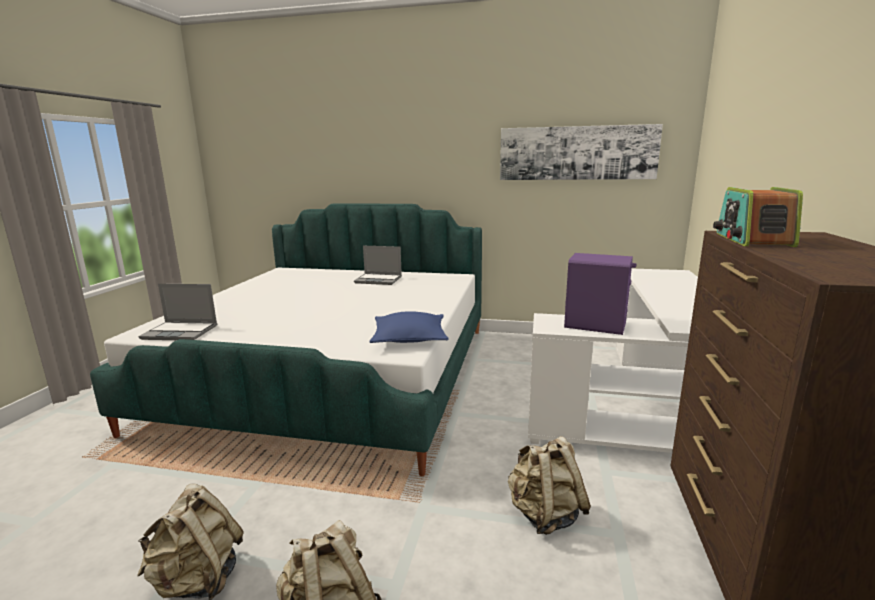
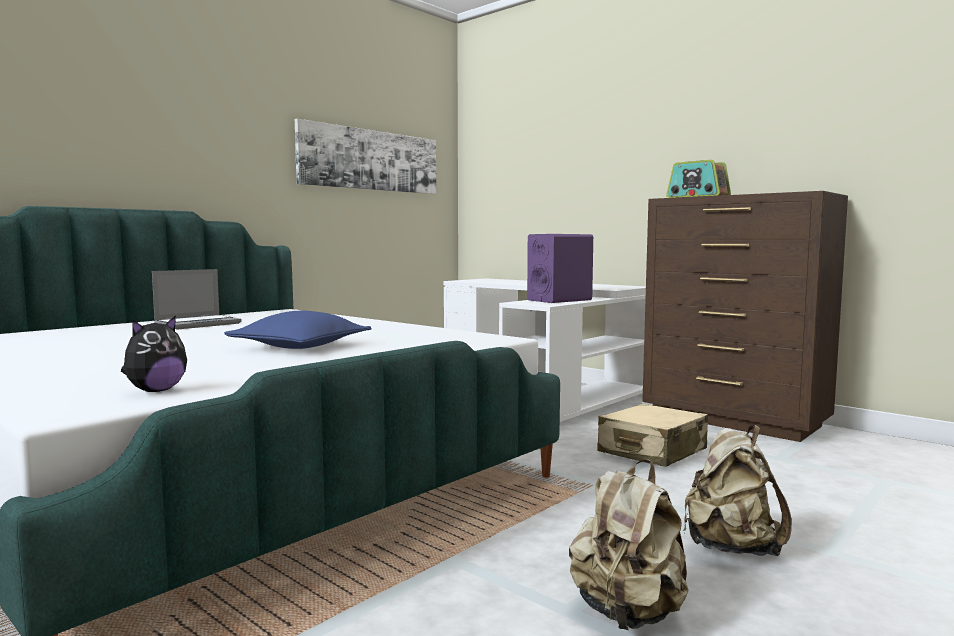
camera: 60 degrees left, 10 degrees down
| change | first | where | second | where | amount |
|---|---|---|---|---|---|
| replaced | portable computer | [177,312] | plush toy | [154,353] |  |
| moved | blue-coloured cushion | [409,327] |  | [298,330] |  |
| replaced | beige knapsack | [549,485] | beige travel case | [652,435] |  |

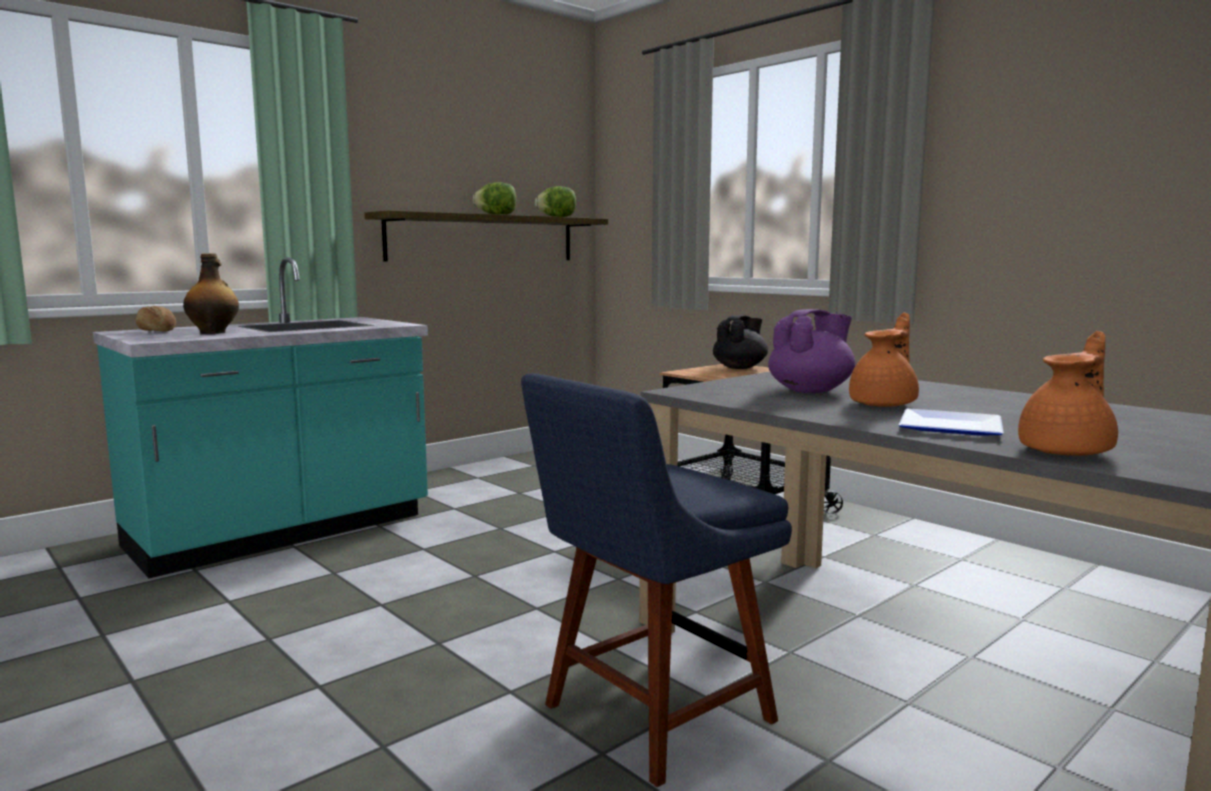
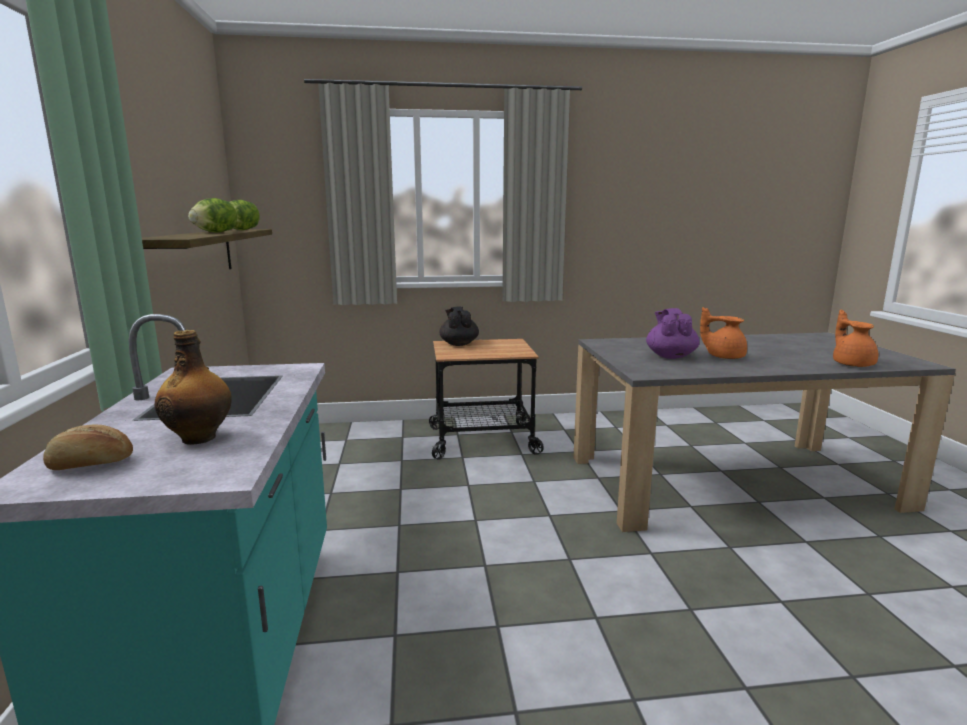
camera: 55 degrees left, 5 degrees up
| change | first | where | second | where | amount |
|---|---|---|---|---|---|
| turned | orange-coloured teapot | [884,359] |  | [723,333] | 45 degrees counterclockwise |
| removed | blue-coloured upright chair | [656,580] |  |  |  |
| removed | flat dish | [951,422] |  |  |  |

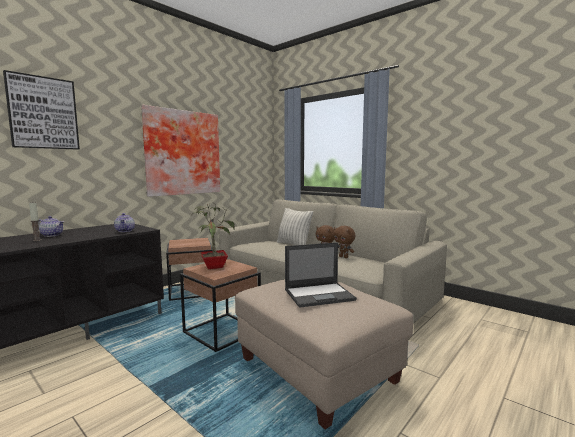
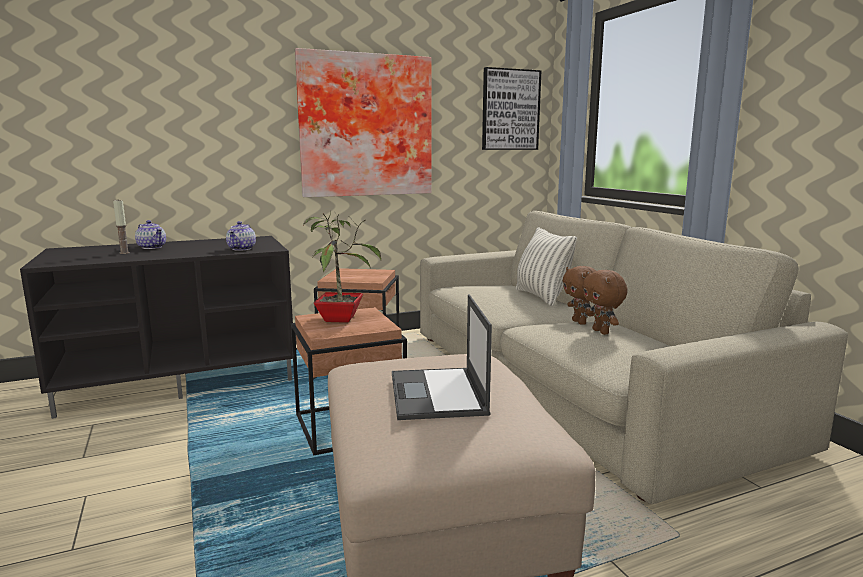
camera: 25 degrees right, 5 degrees up
| change | first | where | second | where | amount |
|---|---|---|---|---|---|
| turned | portable computer | [321,275] |  | [442,357] | 75 degrees clockwise |
| moved | picture | [41,110] |  | [512,108] |  |

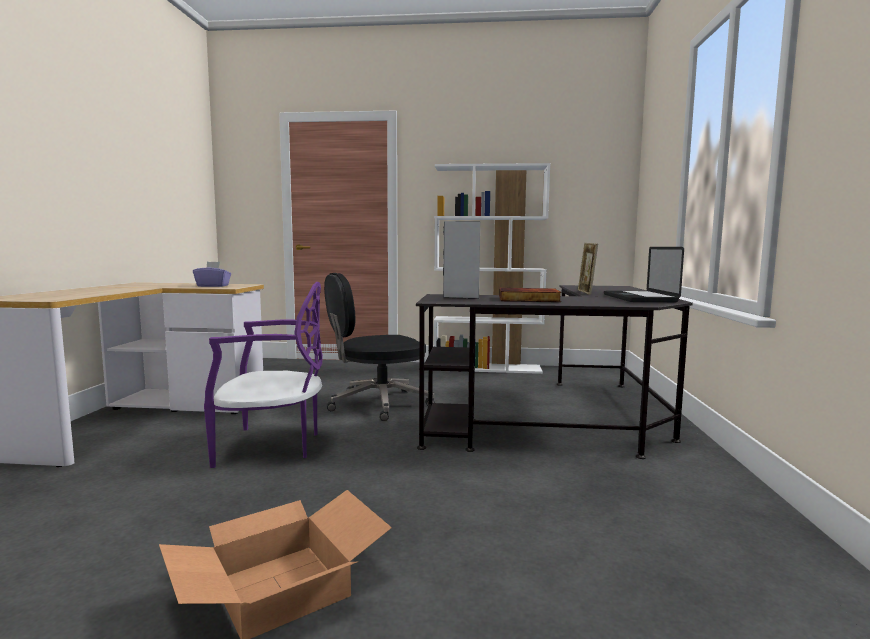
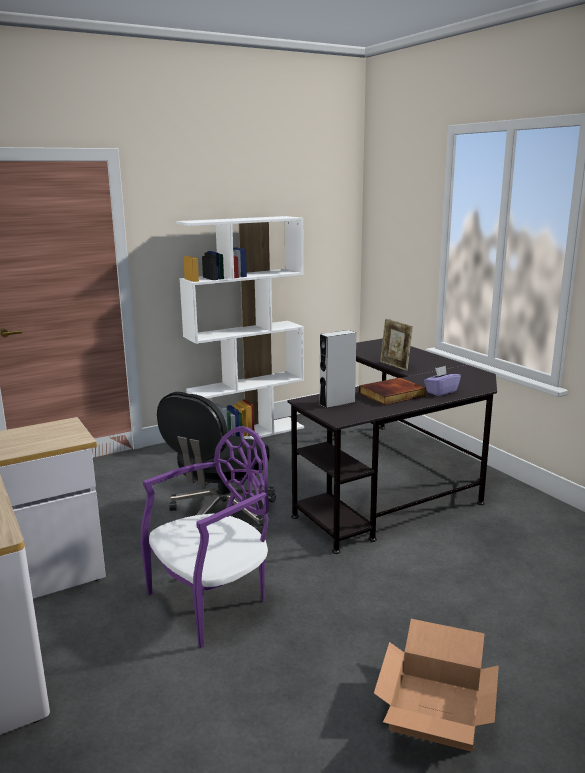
camera: 35 degrees left, 10 degrees up
| change | first | where | second | where | amount |
|---|---|---|---|---|---|
| moved | purplish tissue holder | [212,274] |  | [442,381] |  |
| removed | portable computer | [644,274] |  |  |  |

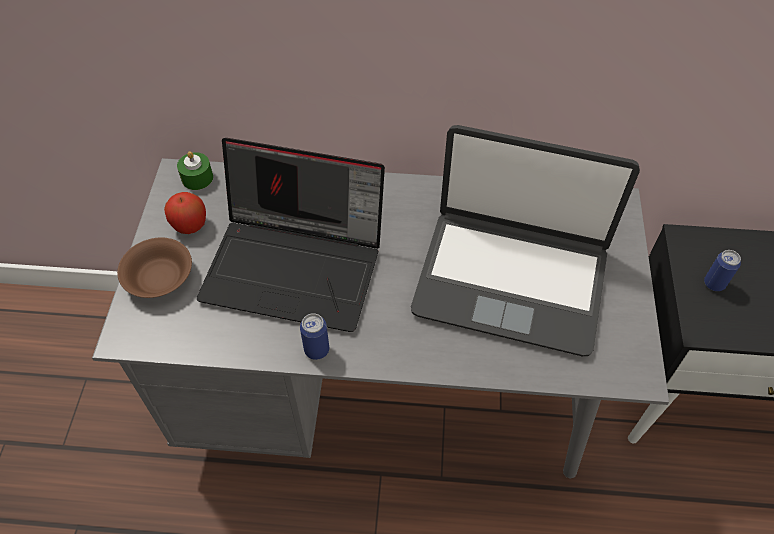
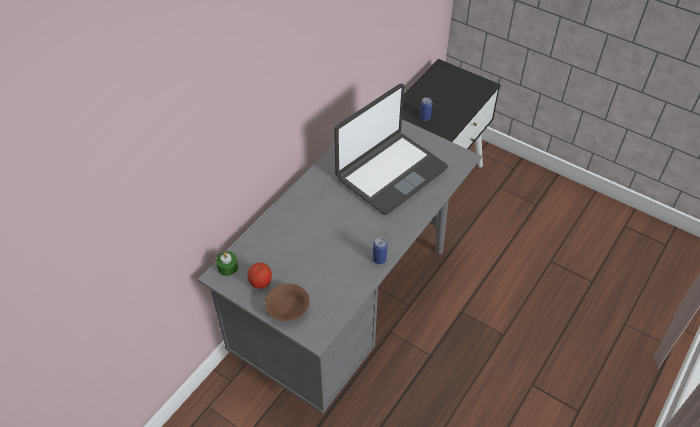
camera: 60 degrees left, 5 degrees down
| change | first | where | second | where | amount |
|---|---|---|---|---|---|
| removed | portable computer | [291,235] |  |  |  |

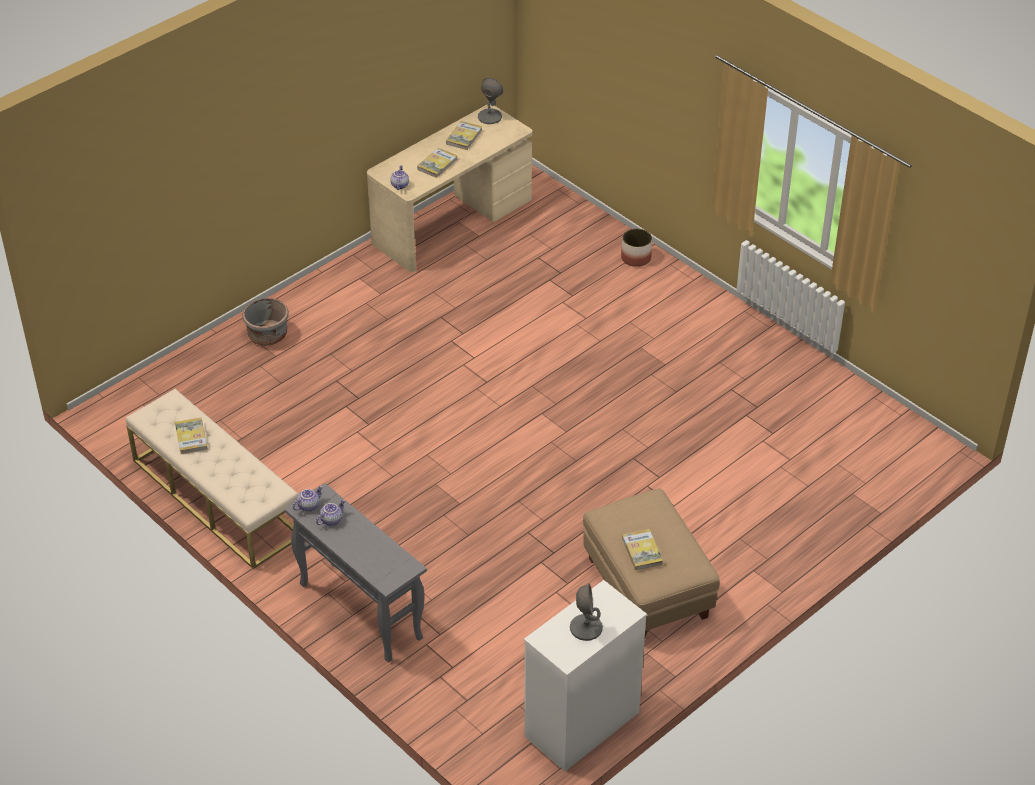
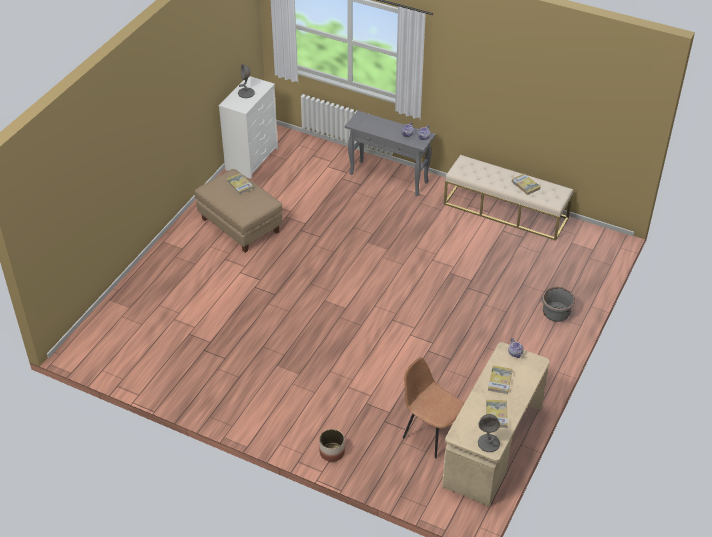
camera: 160 degrees right, 0 degrees up
| change | first | where | second | where | amount |
|---|---|---|---|---|---|
| added |  |  | brown-coloured upright chair | [433,408] |  |

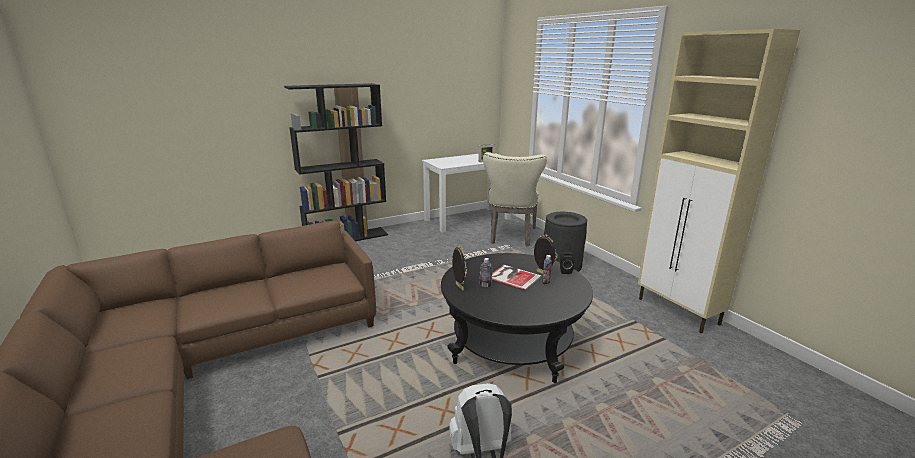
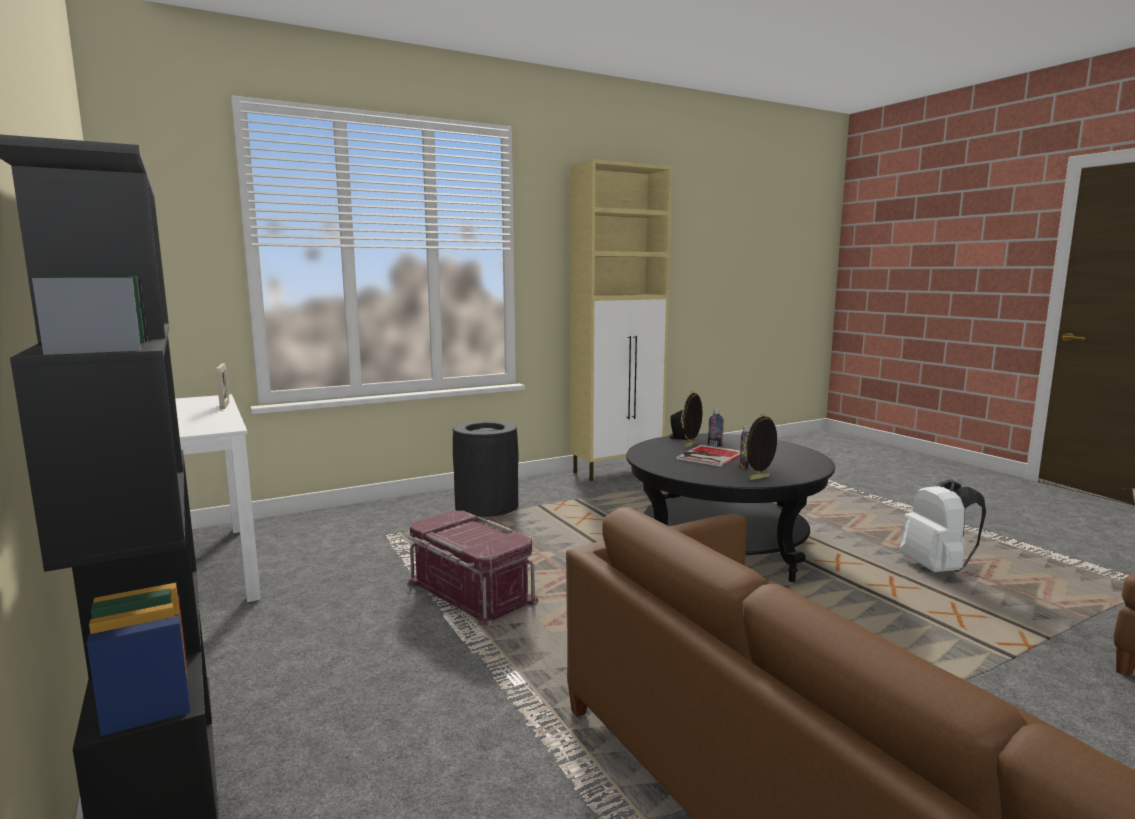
camera: 90 degrees left, 10 degrees down
| change | first | where | second | where | amount |
|---|---|---|---|---|---|
| added |  |  | red storage bin | [472,568] |  |
| removed | beige upright chair | [515,199] |  |  |  |

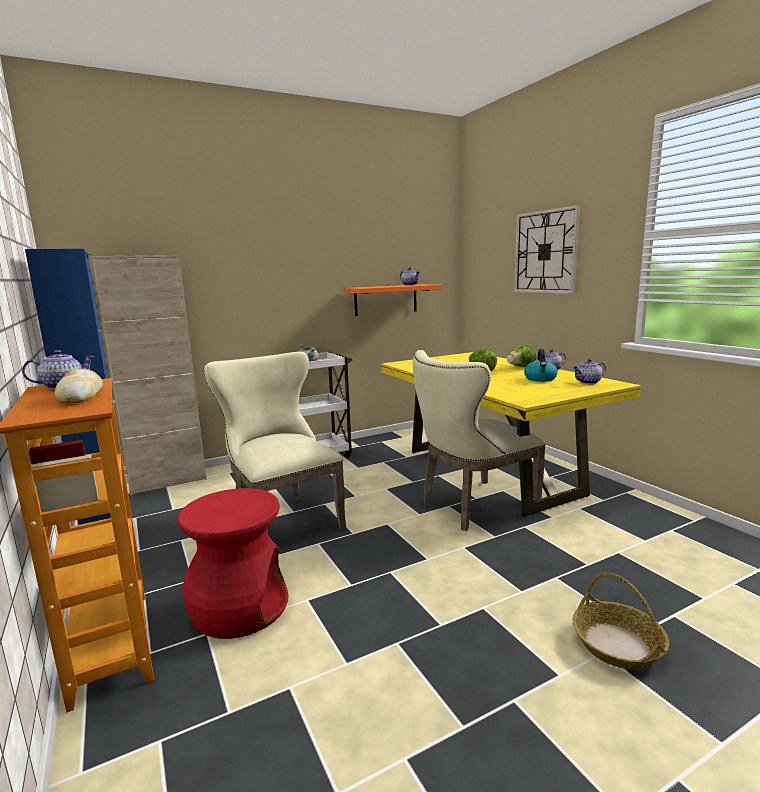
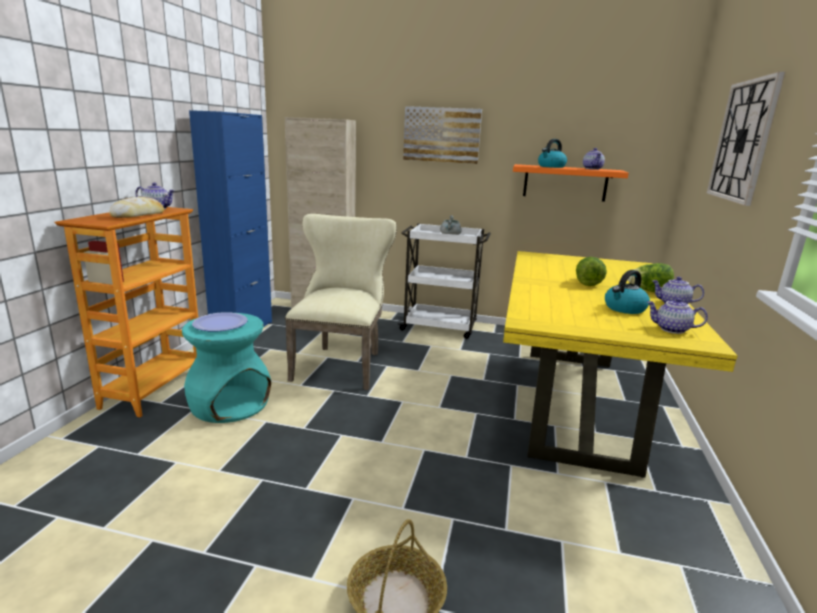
camera: 40 degrees right, 5 degrees up
| change | first | where | second | where | amount |
|---|---|---|---|---|---|
| recoloured | red sitting stool | [233,563] | blue-green sitting stool | [226,368] |  |
| added |  |  | flat dish | [220,322] |  |
| added |  |  | picture | [442,135] |  |
| added |  |  | kettle | [552,153] |  |
| removed | beige upright chair | [479,440] |  |  |  |

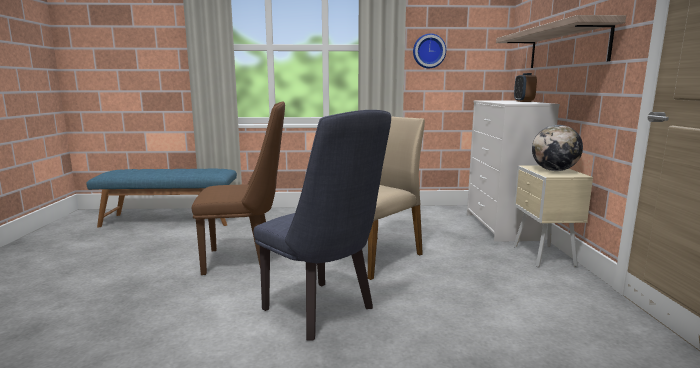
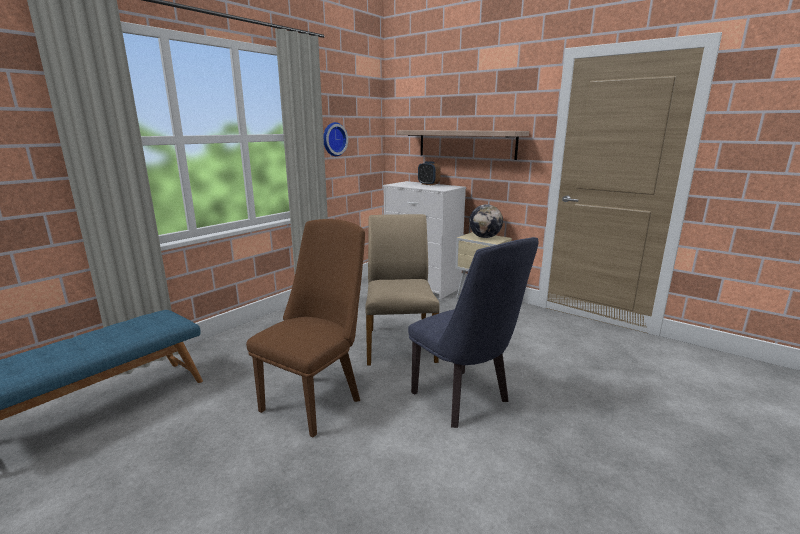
camera: 50 degrees left, 5 degrees up
| change | first | where | second | where | amount |
|---|---|---|---|---|---|
| turned | blue-coloured upright chair | [322,225] |  | [473,332] | 60 degrees clockwise |

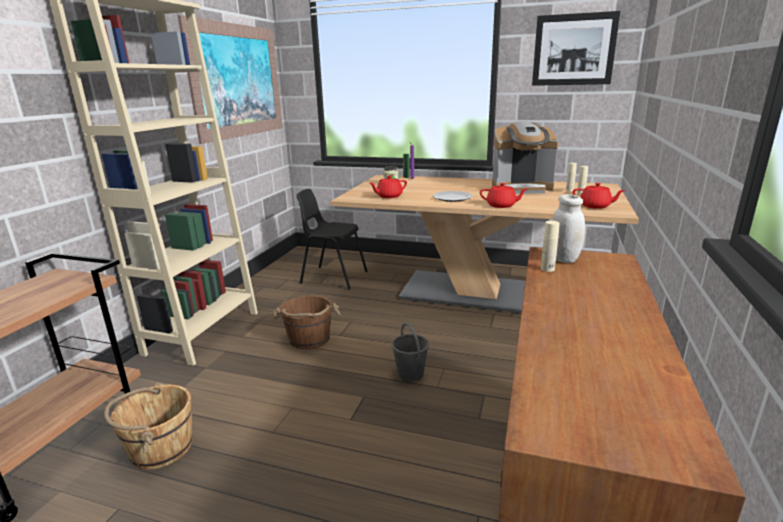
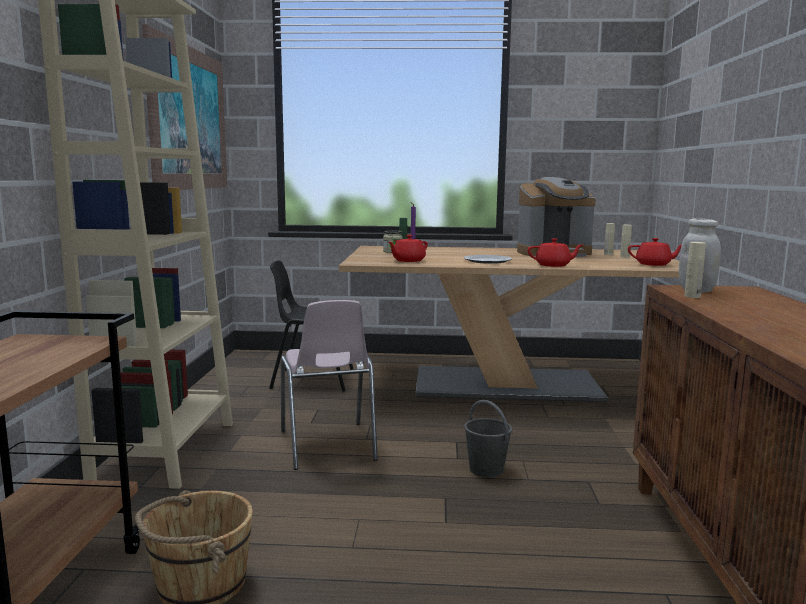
camera: 15 degrees left, 10 degrees down
| change | first | where | second | where | amount |
|---|---|---|---|---|---|
| replaced | brown-coloured pail | [306,322] | pink upright chair | [329,385] |  |
| removed | picture | [576,48] |  |  |  |

